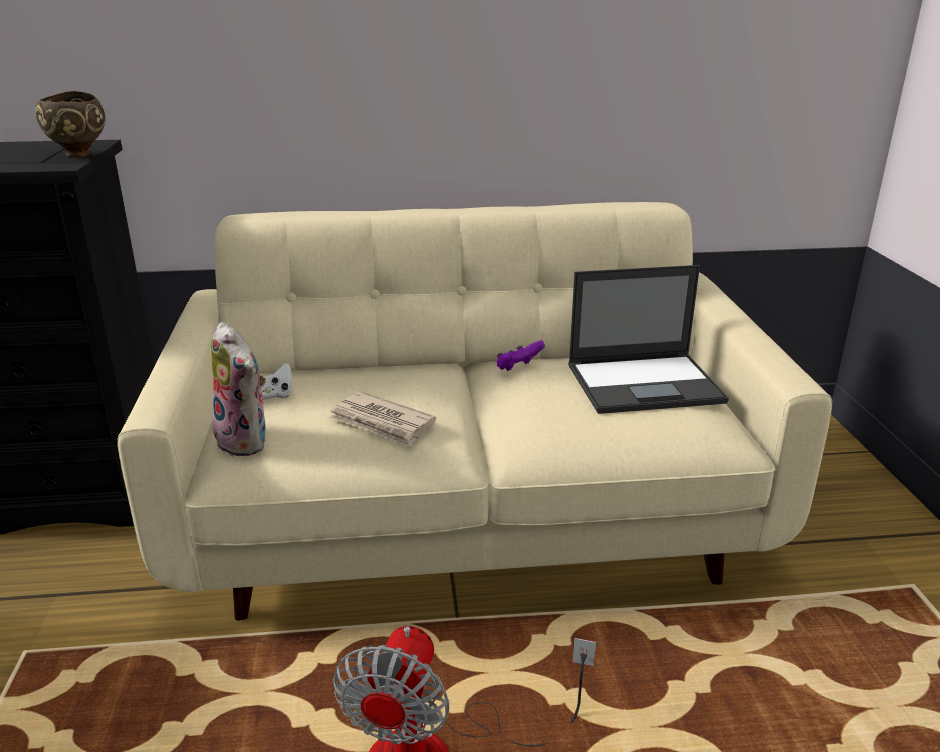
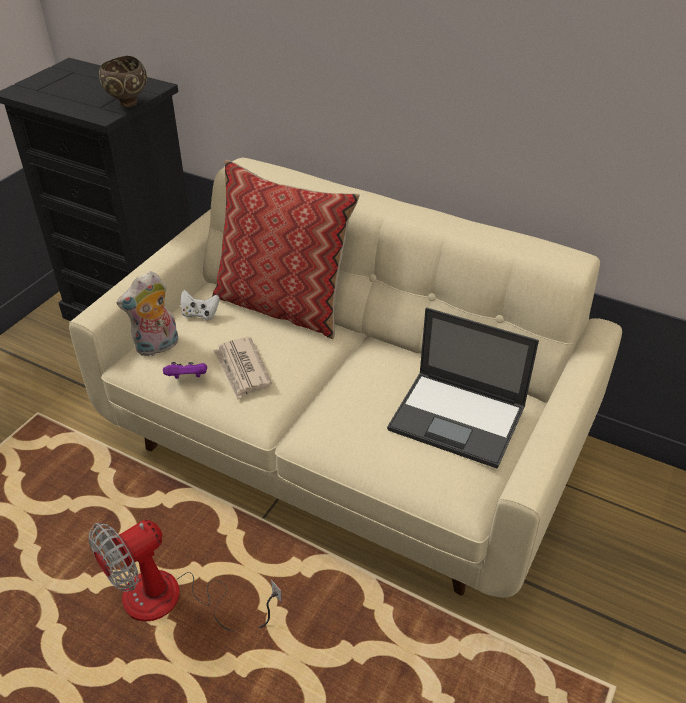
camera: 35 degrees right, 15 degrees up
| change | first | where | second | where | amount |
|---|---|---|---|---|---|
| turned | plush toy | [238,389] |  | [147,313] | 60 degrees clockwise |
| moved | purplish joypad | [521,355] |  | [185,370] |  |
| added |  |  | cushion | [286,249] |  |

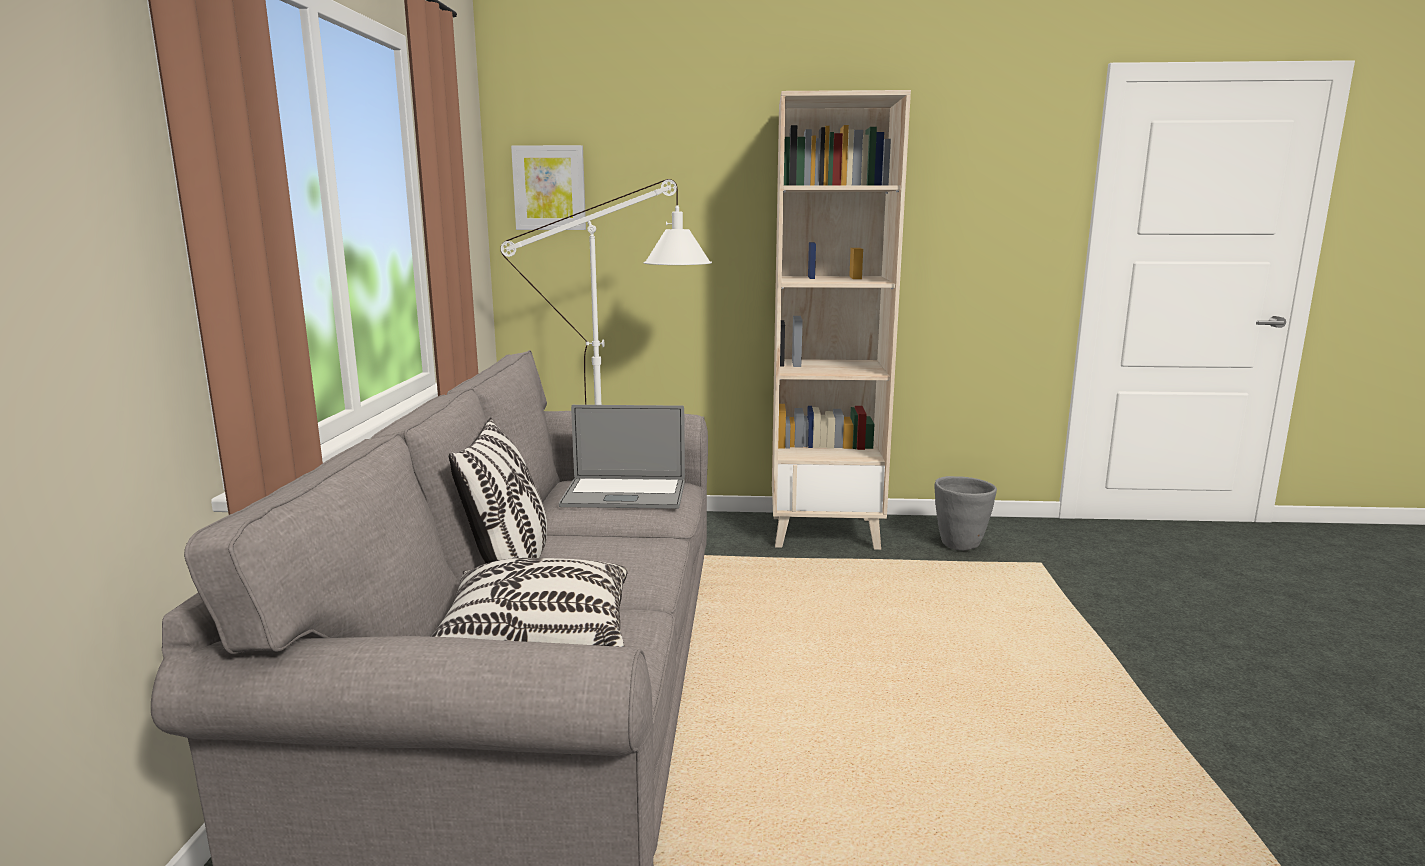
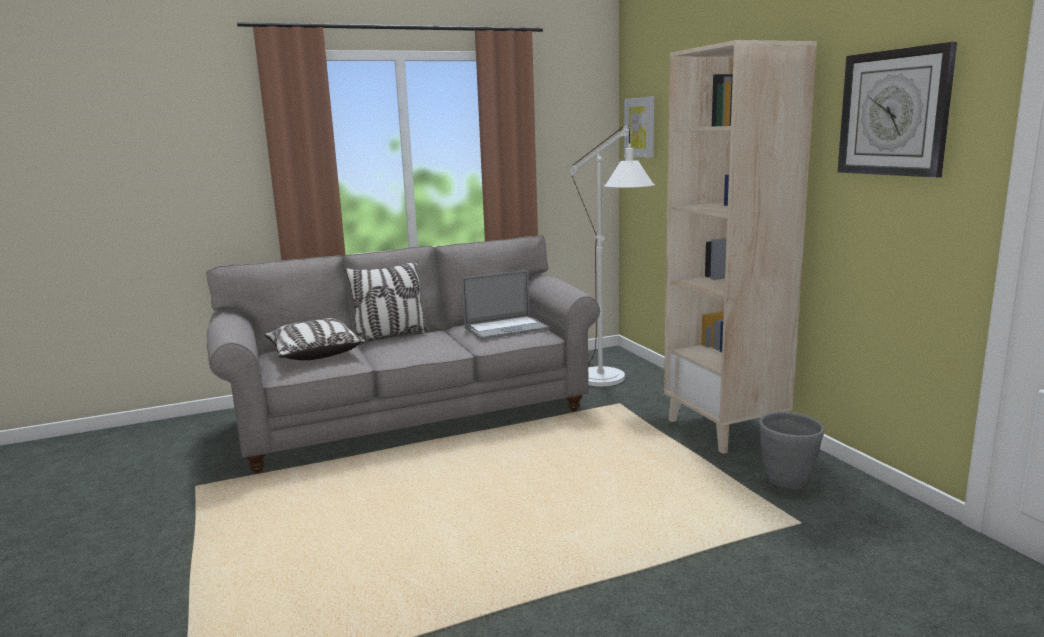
camera: 65 degrees right, 0 degrees up
| change | first | where | second | where | amount |
|---|---|---|---|---|---|
| turned | portable computer | [622,457] |  | [505,305] | 90 degrees counterclockwise |
| added |  |  | hanging clock | [897,110] |  |

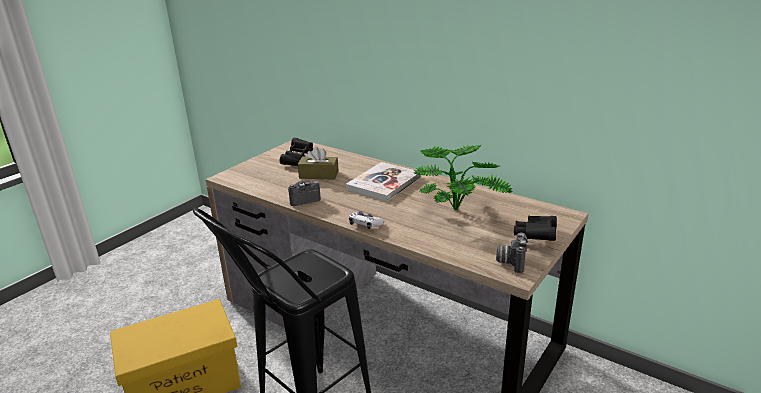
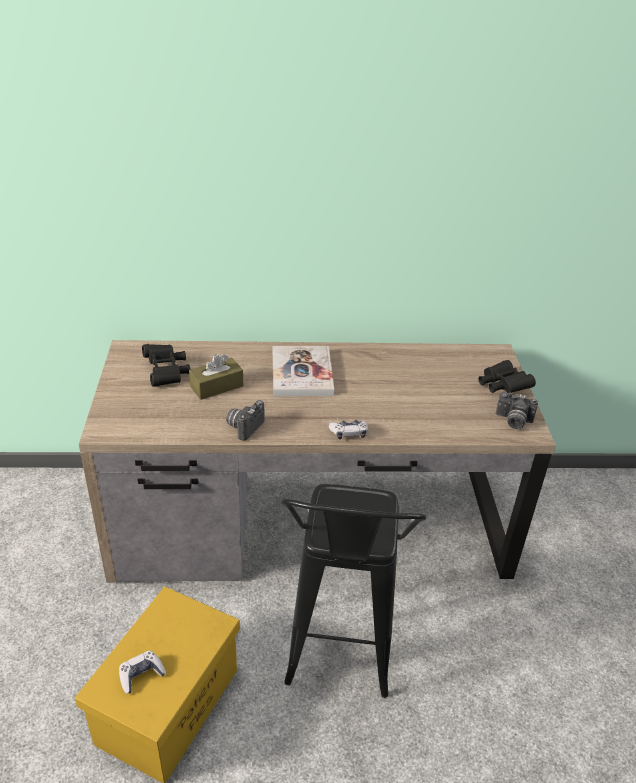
camera: 40 degrees left, 10 degrees up
| change | first | where | second | where | amount |
|---|---|---|---|---|---|
| added |  |  | joypad | [142,672] |  |
| turned | photo camera | [512,253] |  | [517,410] | 45 degrees counterclockwise |
| removed | plant in a pot | [463,178] |  |  |  |

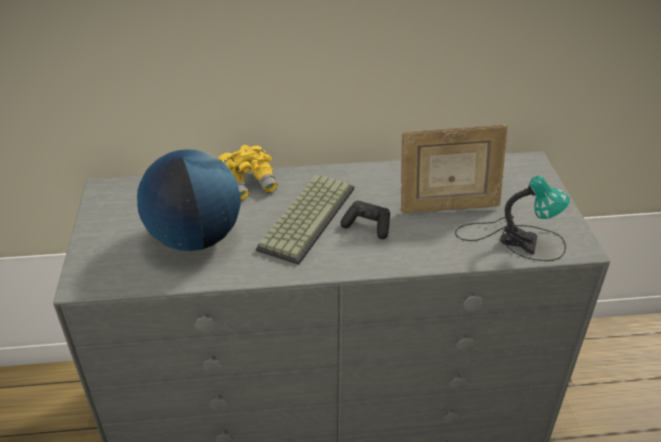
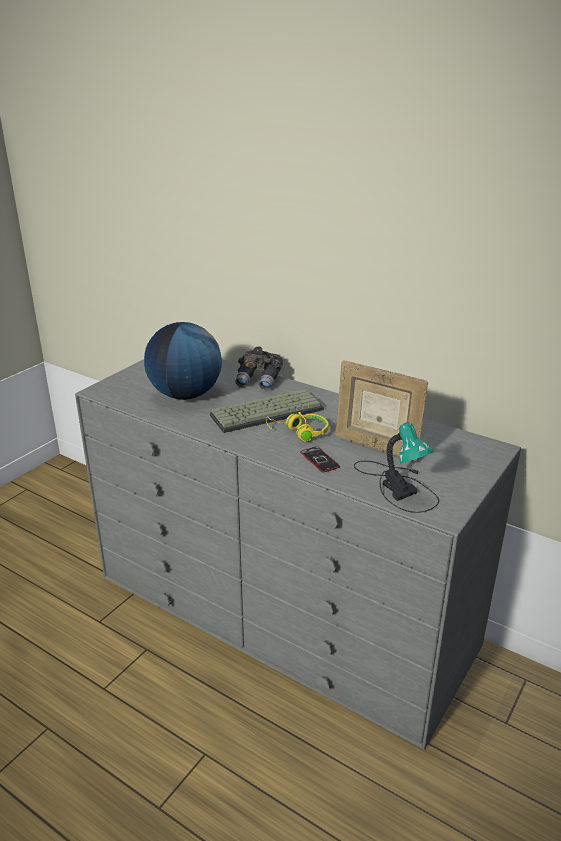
camera: 40 degrees right, 10 degrees down
| change | first | where | second | where | amount |
|---|---|---|---|---|---|
| recoloured | yellow pair of binoculars | [248,172] | greyish pair of binoculars | [259,368] |  |
| replaced | black joypad | [365,220] | yellow pair of headphones | [297,427] |  |
| added |  |  | handset | [320,459] |  |

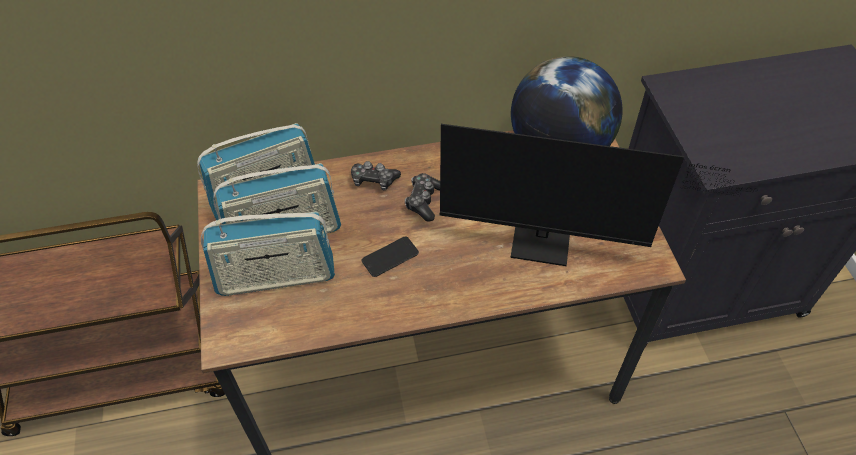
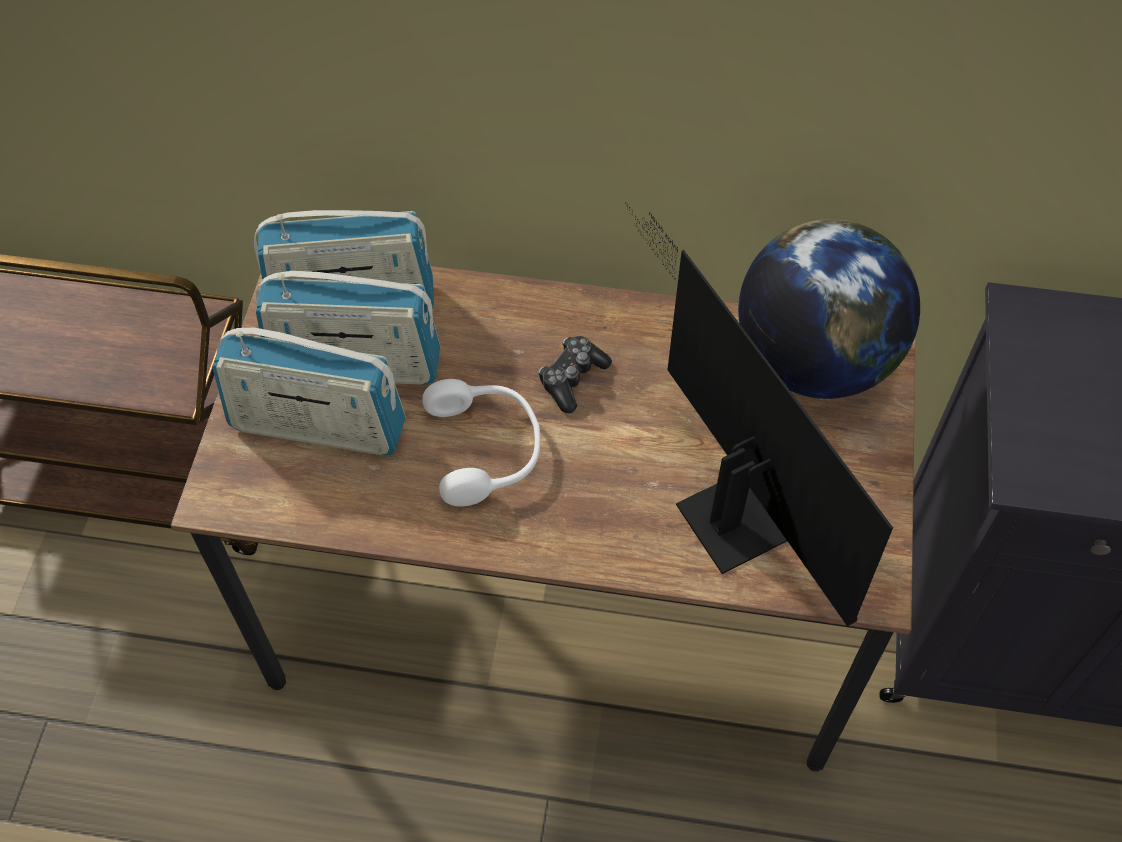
camera: 20 degrees right, 5 degrees up
| change | first | where | second | where | amount |
|---|---|---|---|---|---|
| replaced | handset | [390,257] | whitish pair of headphones | [481,443] |  |
| turned | computer screen | [599,195] |  | [760,414] | 150 degrees counterclockwise |
| removed | joypad | [376,176] |  |  |  |

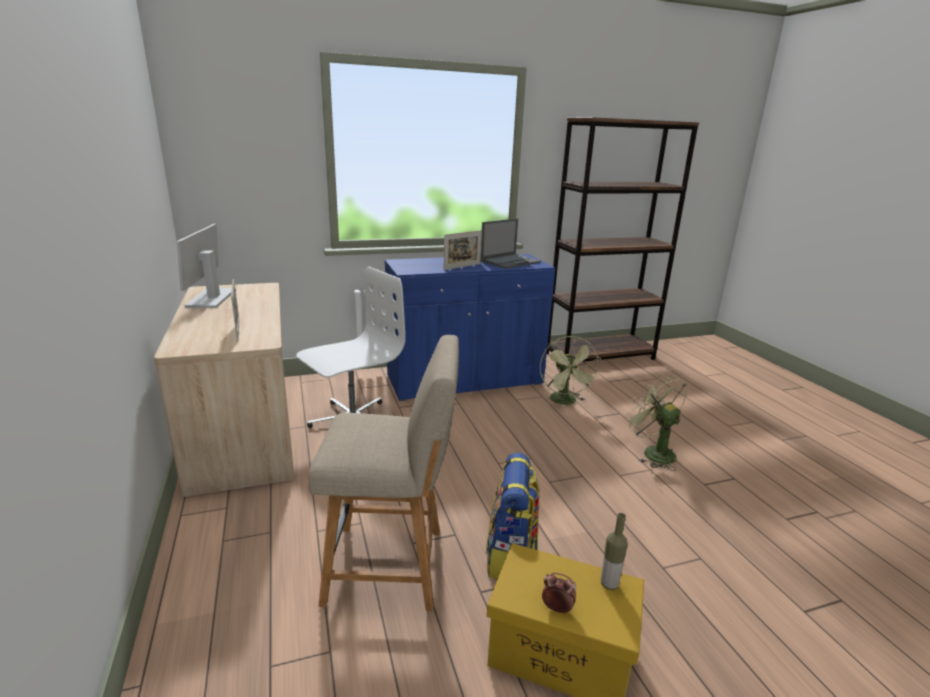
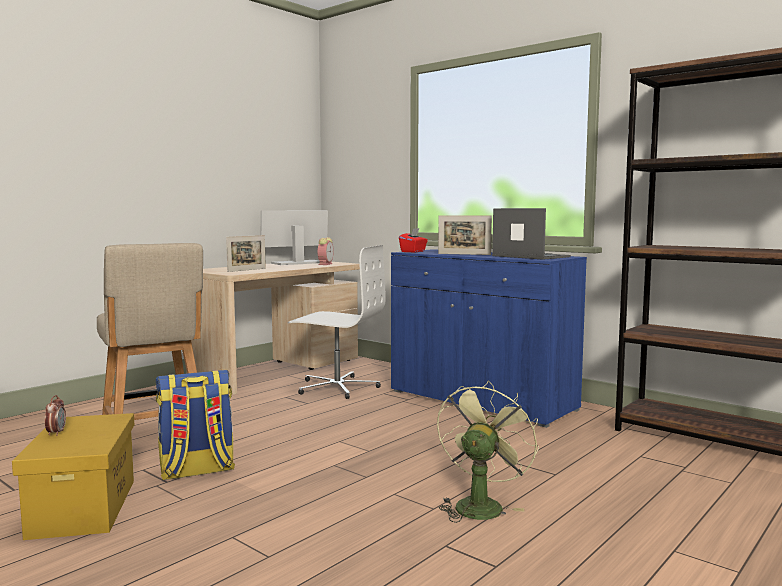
camera: 60 degrees right, 15 degrees down
| change | first | where | second | where | amount |
|---|---|---|---|---|---|
| added |  |  | table clock | [326,251] |  |
| added |  |  | red tissue holder | [413,240] |  |
| turned | portable computer | [511,243] |  | [531,234] | 150 degrees counterclockwise |
| removed | green-coloured cooling fan | [570,370] |  |  |  |
| removed | bottle | [614,551] |  |  |  |

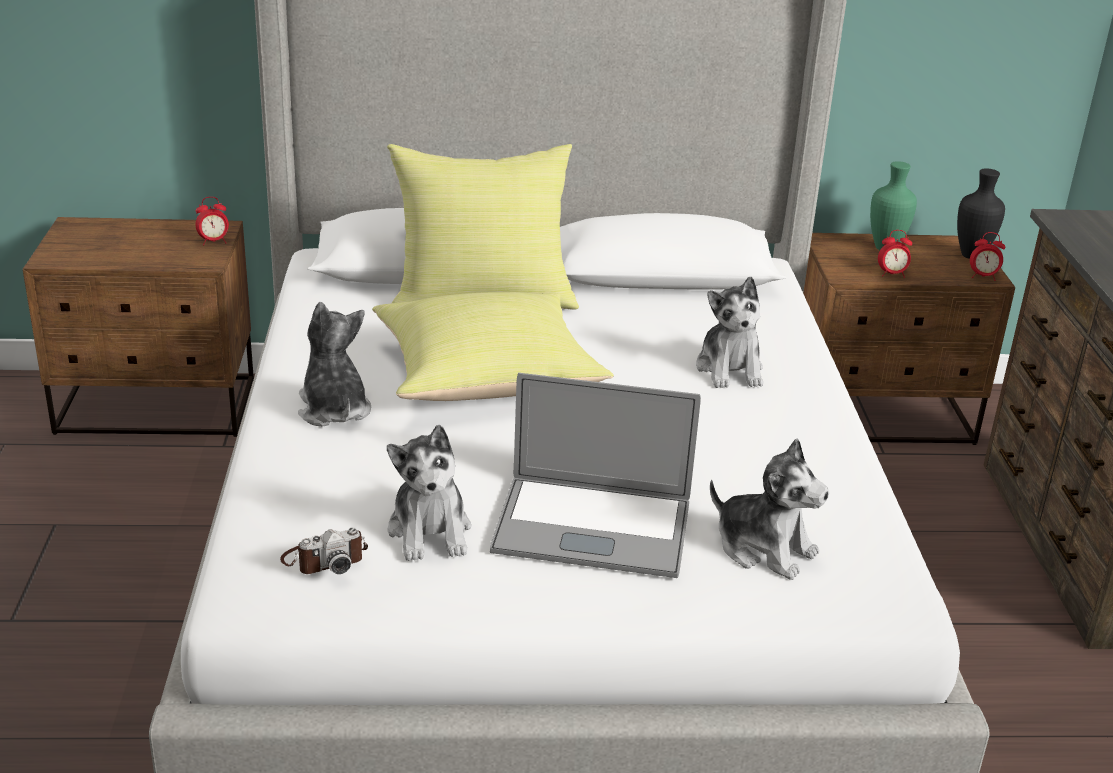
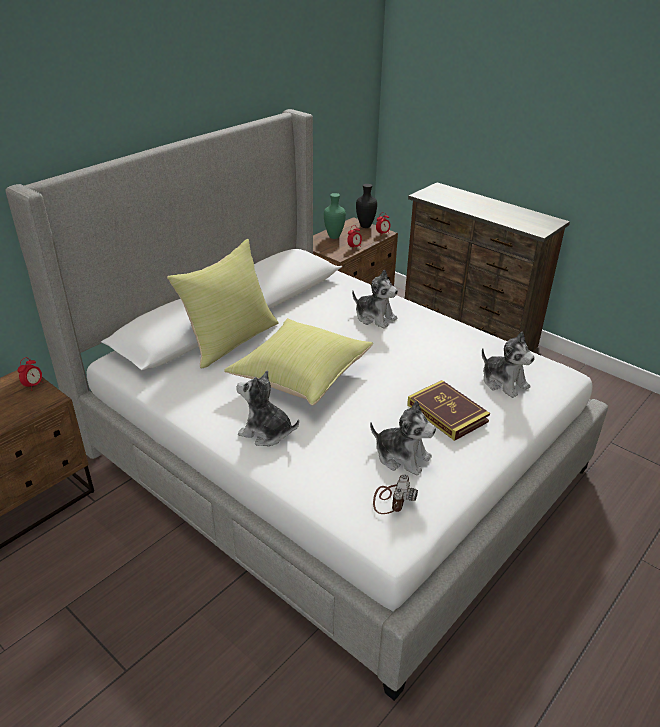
camera: 45 degrees left, 5 degrees up
| change | first | where | second | where | amount |
|---|---|---|---|---|---|
| replaced | portable computer | [595,475] | volume | [448,410] |  |
| turned | plush toy | [770,509] |  | [508,365] | 60 degrees clockwise |

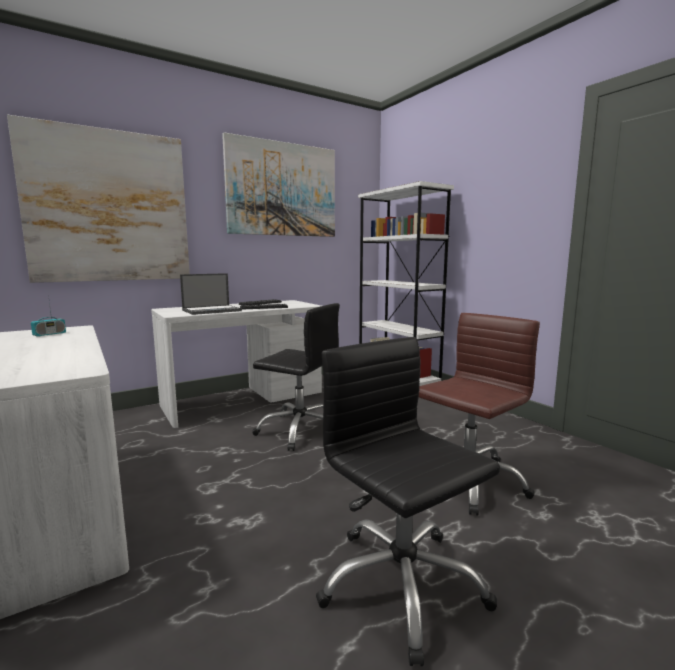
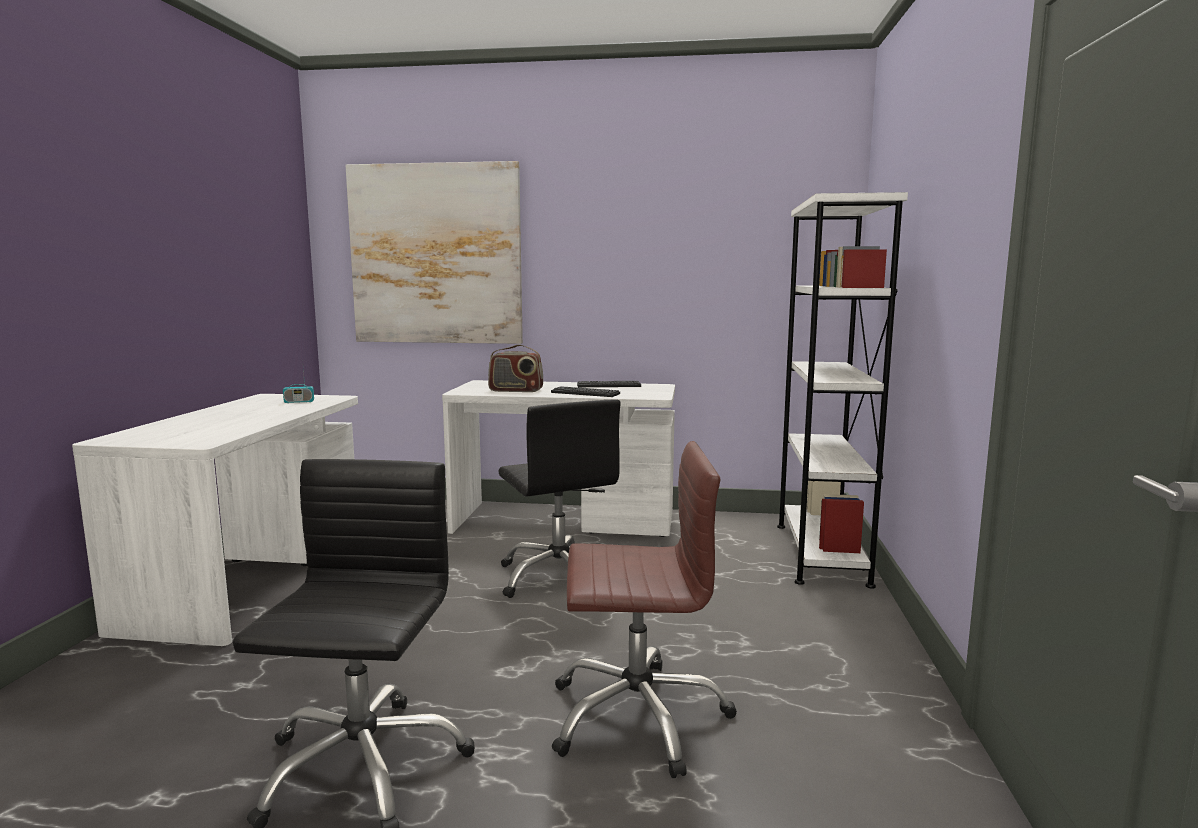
camera: 40 degrees right, 0 degrees up
| change | first | where | second | where | amount |
|---|---|---|---|---|---|
| replaced | portable computer | [211,294] | radio | [515,368] |  |
| removed | picture | [278,184] |  |  |  |

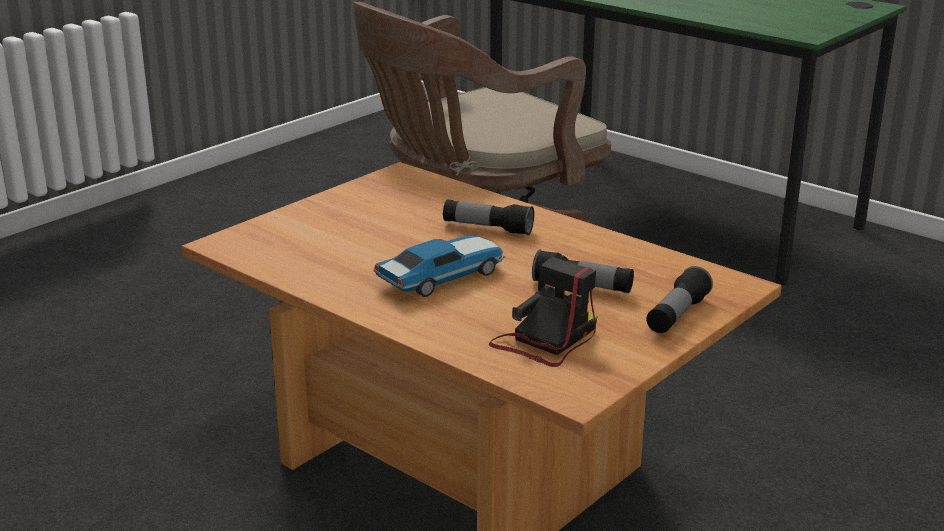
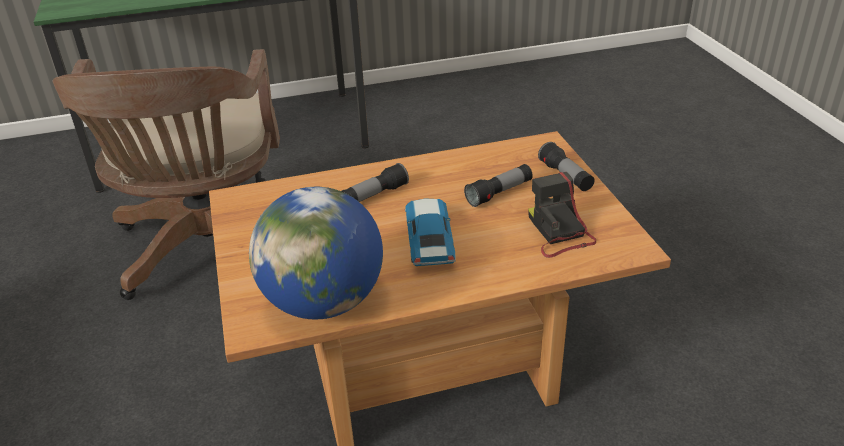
camera: 55 degrees left, 10 degrees up
| change | first | where | second | where | amount |
|---|---|---|---|---|---|
| added |  |  | desk globe | [316,253] |  |

